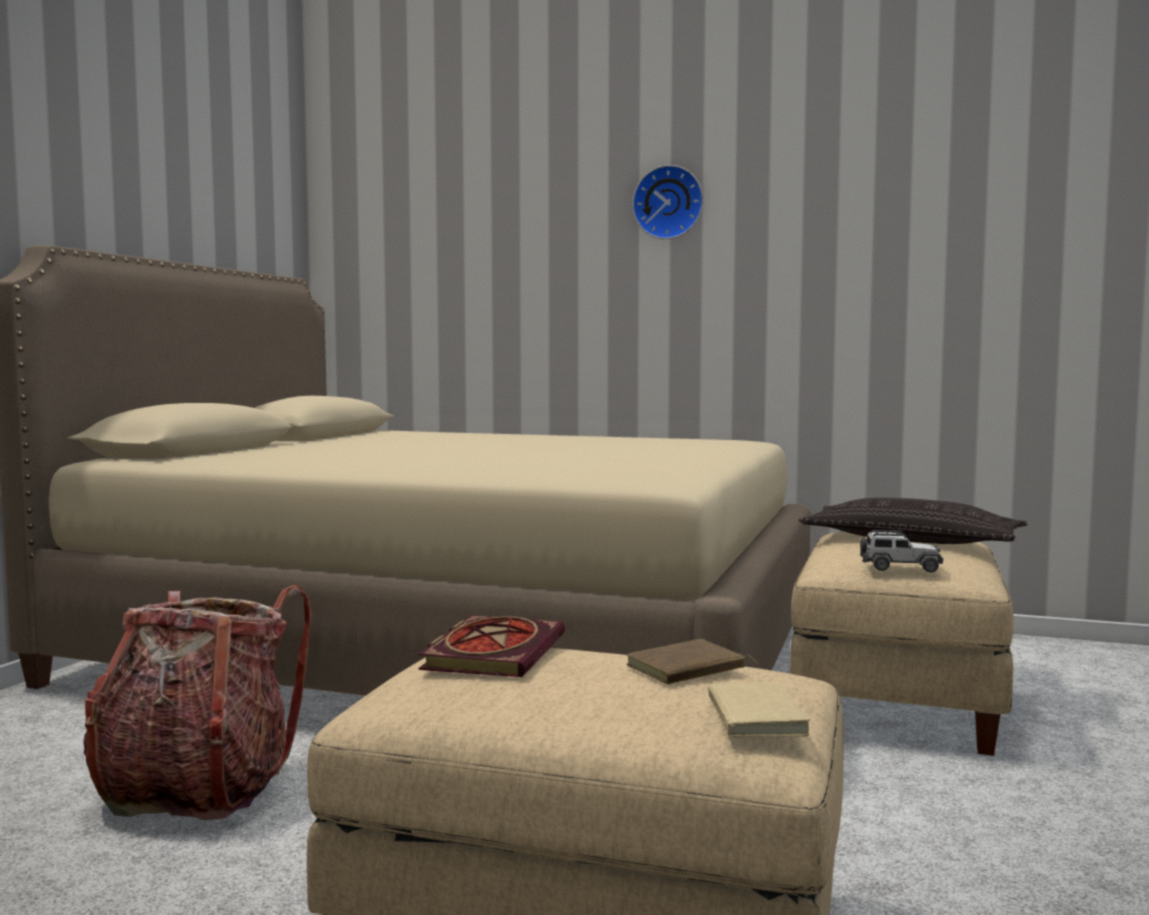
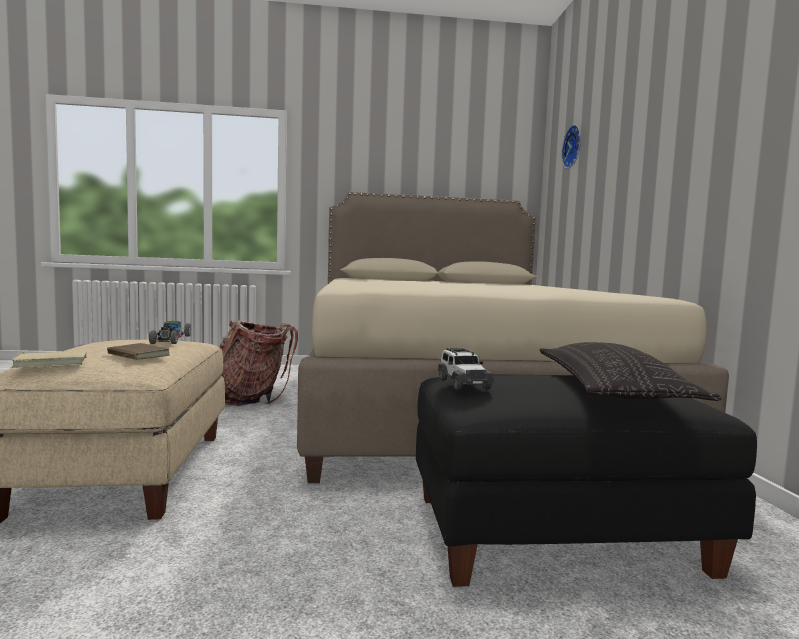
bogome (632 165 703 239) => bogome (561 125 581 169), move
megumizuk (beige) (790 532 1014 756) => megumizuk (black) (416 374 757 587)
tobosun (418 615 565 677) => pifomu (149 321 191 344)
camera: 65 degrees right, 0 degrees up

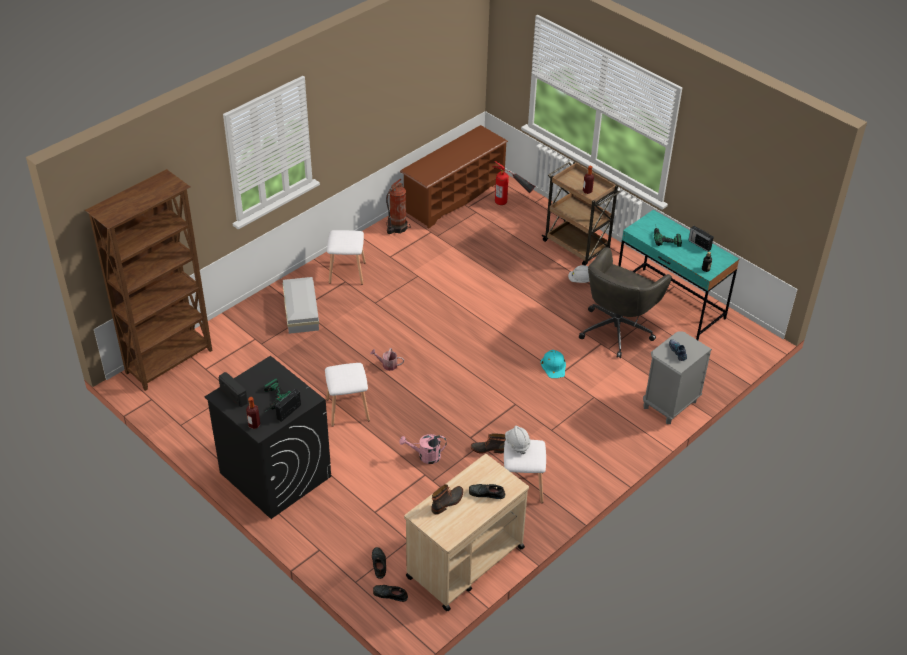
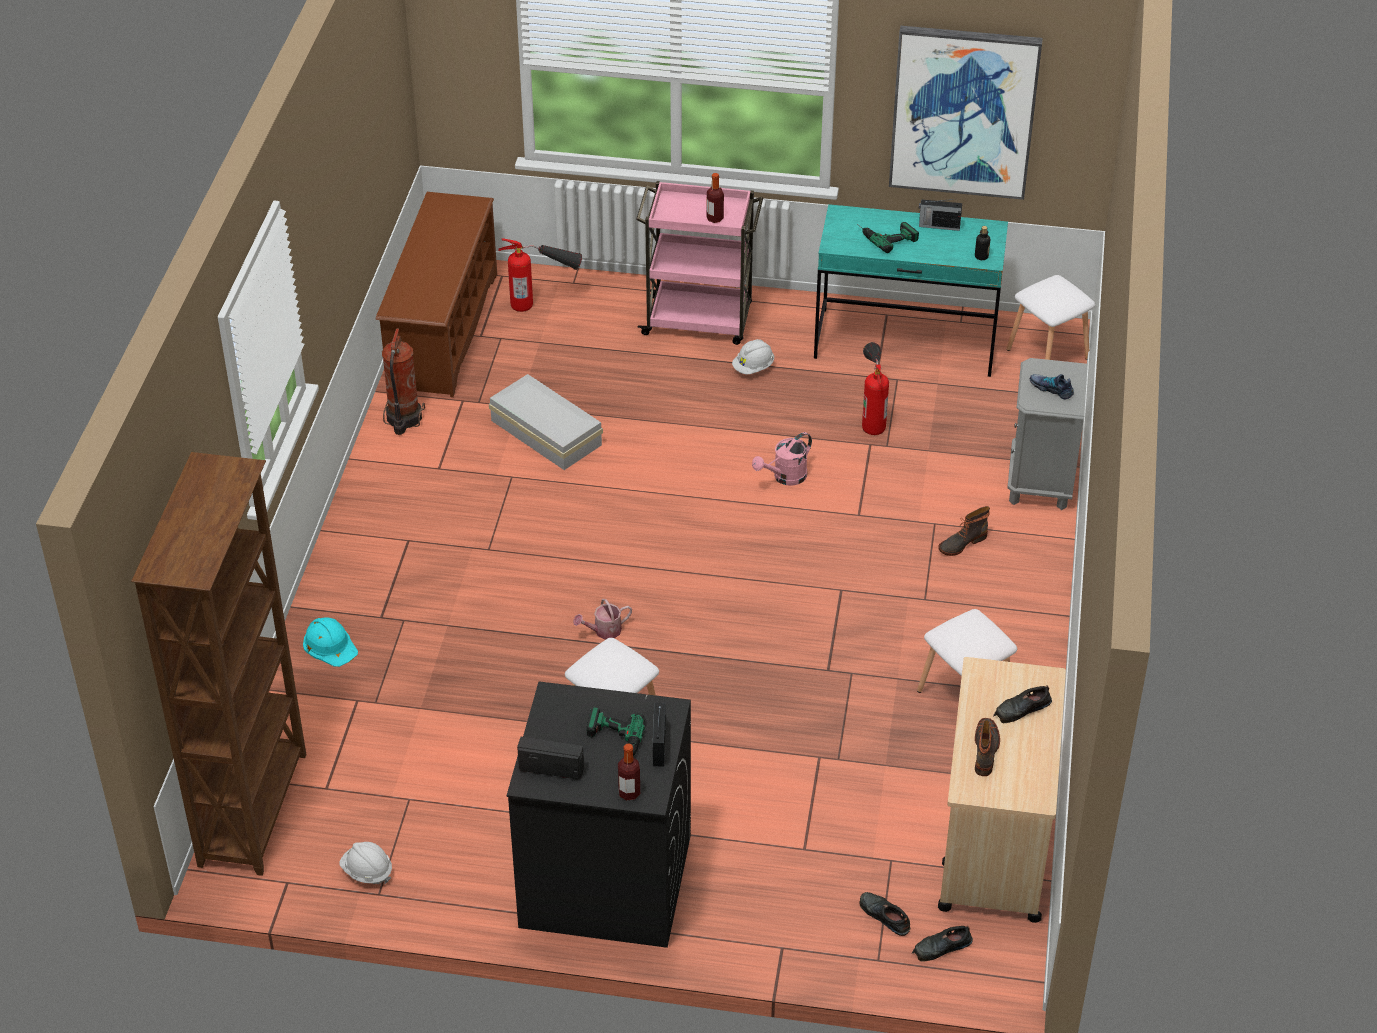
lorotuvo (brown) (541 161 620 266) => lorotuvo (pink) (636 181 763 345)
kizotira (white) (327 230 366 285) => kizotira (white) (1006 275 1095 360), move
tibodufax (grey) (579 247 672 358) => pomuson (862 342 889 435)
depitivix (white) (283 277 319 334) => depitivix (white) (489 374 603 470), move
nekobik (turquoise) (540 350 566 378) => nekobik (turquoise) (303 618 358 667), move
nekobik (white) (505 426 531 454) => nekobik (white) (339 842 392 884), move
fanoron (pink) (399 434 447 464) => fanoron (pink) (752 432 812 486), move
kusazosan (471 434 506 454) => kusazosan (938 506 990 556), move
nothing => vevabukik (889 26 1043 200)
camera: 35 degrees left, 0 degrees up

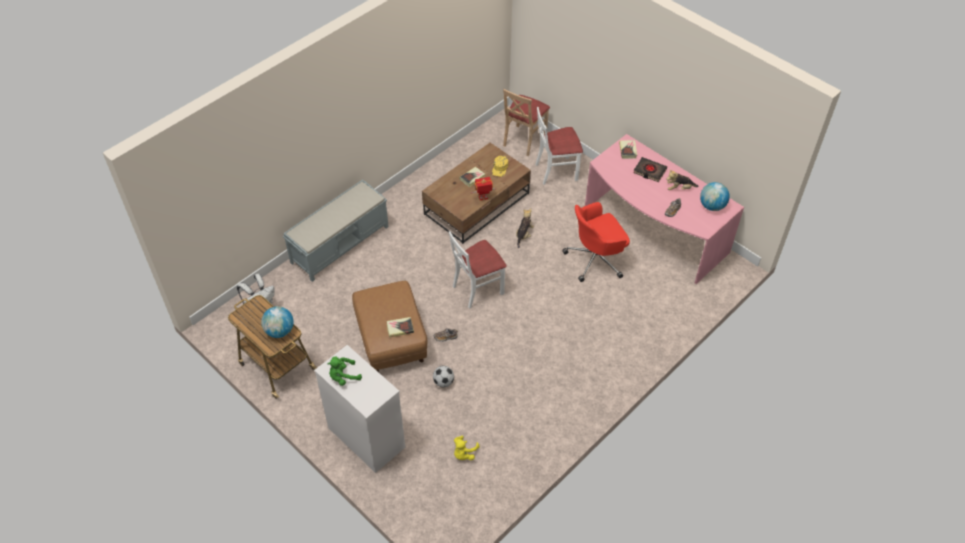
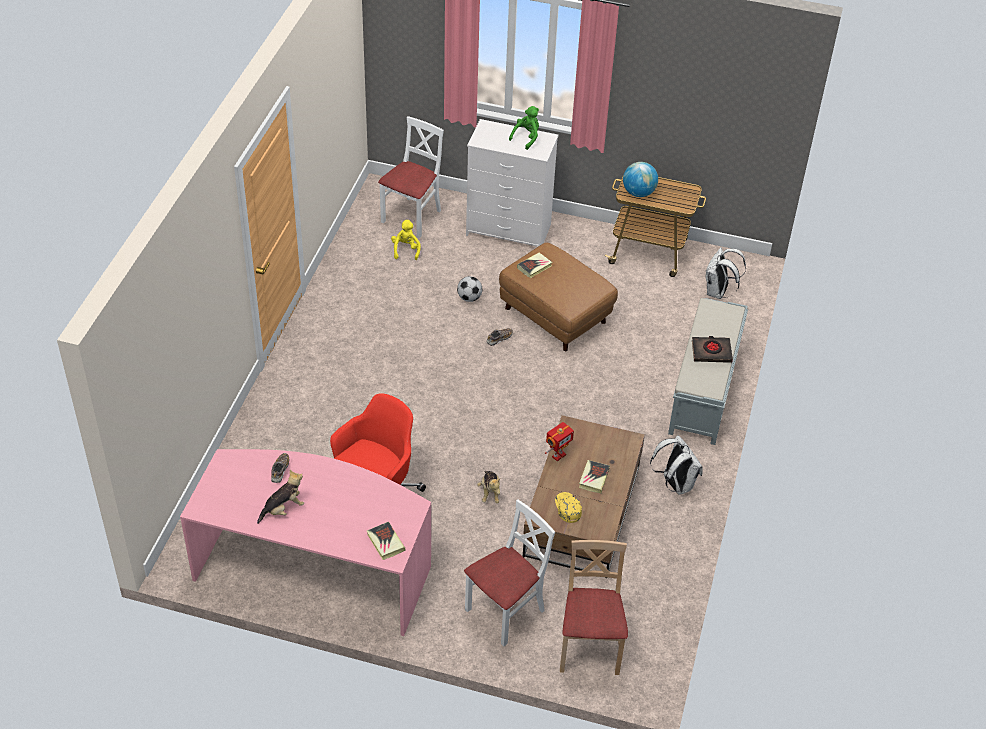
tobosun (black) (633 157 667 182) => tobosun (black) (692 336 733 363), move
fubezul (700 182 730 211) => nothing
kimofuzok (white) (449 231 507 309) => kimofuzok (white) (378 116 444 238), move
nothing => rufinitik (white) (650 435 703 495)
camera: 150 degrees right, 5 degrees down

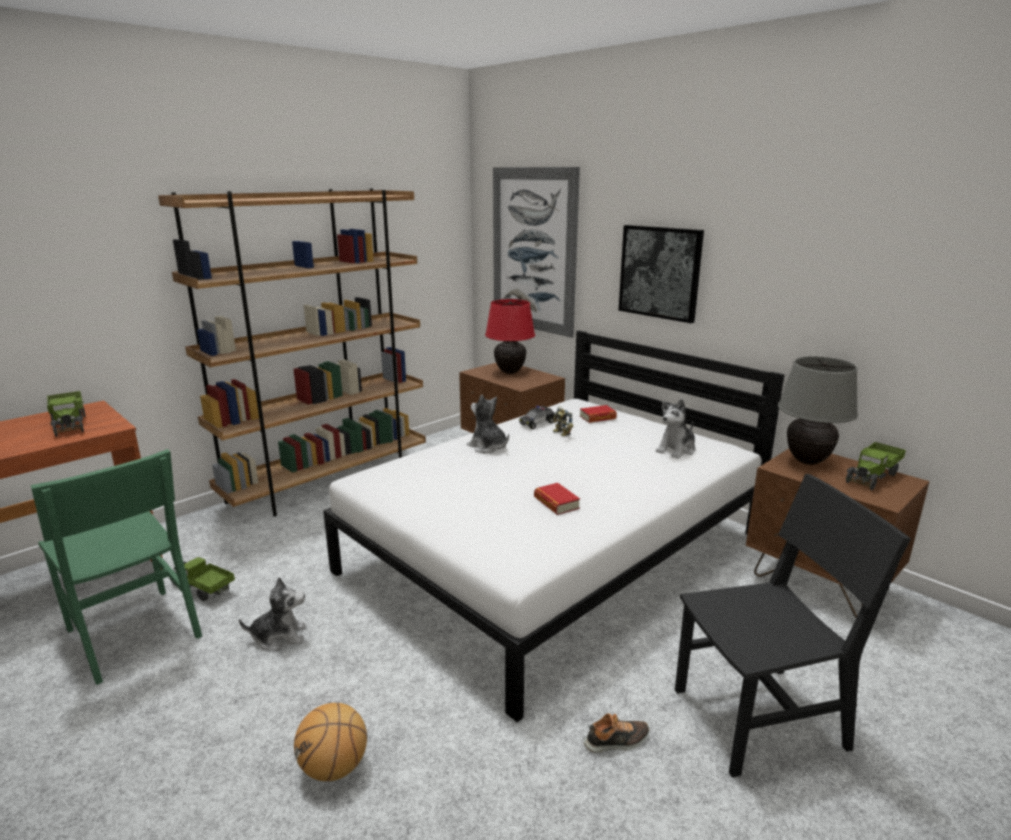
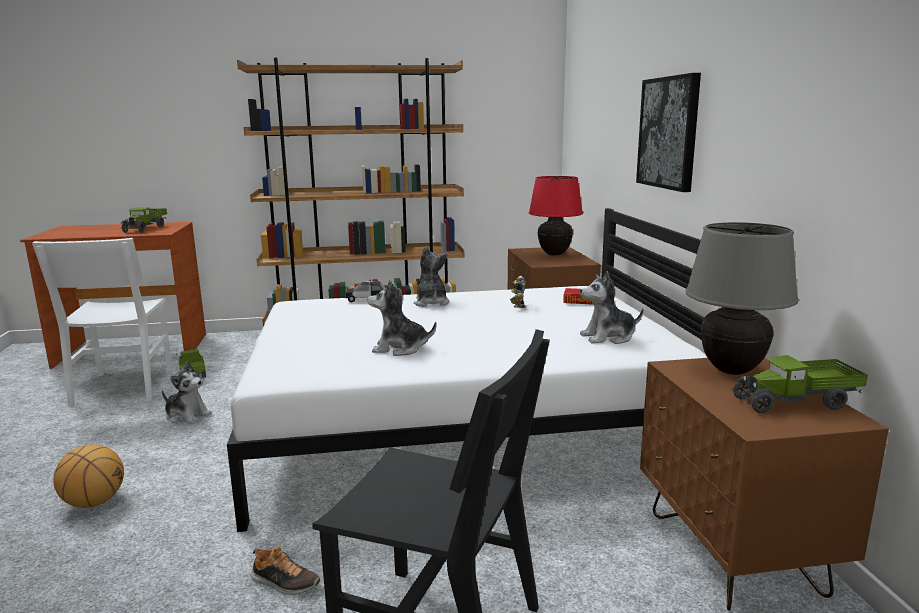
vevabukik (493 167 580 338) => nothing
pifomu (519 406 555 429) => pifomu (345 280 385 302), move
kimofuzok (green) (31 449 202 685) => kimofuzok (white) (32 238 173 407)
tobosun (534 483 580 515) => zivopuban (368 280 436 356)
camera: 35 degrees right, 5 degrees down

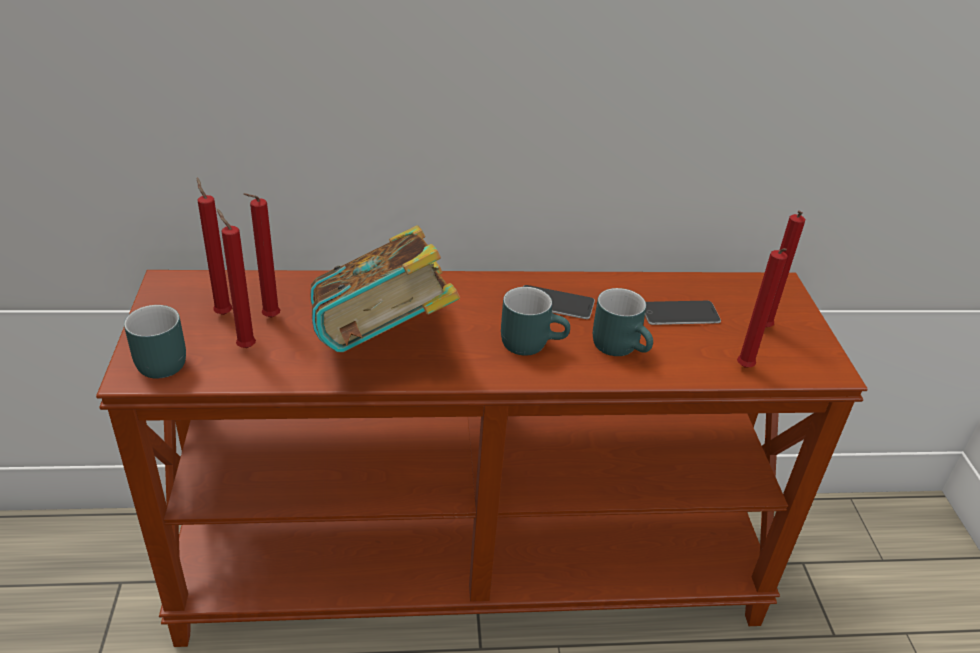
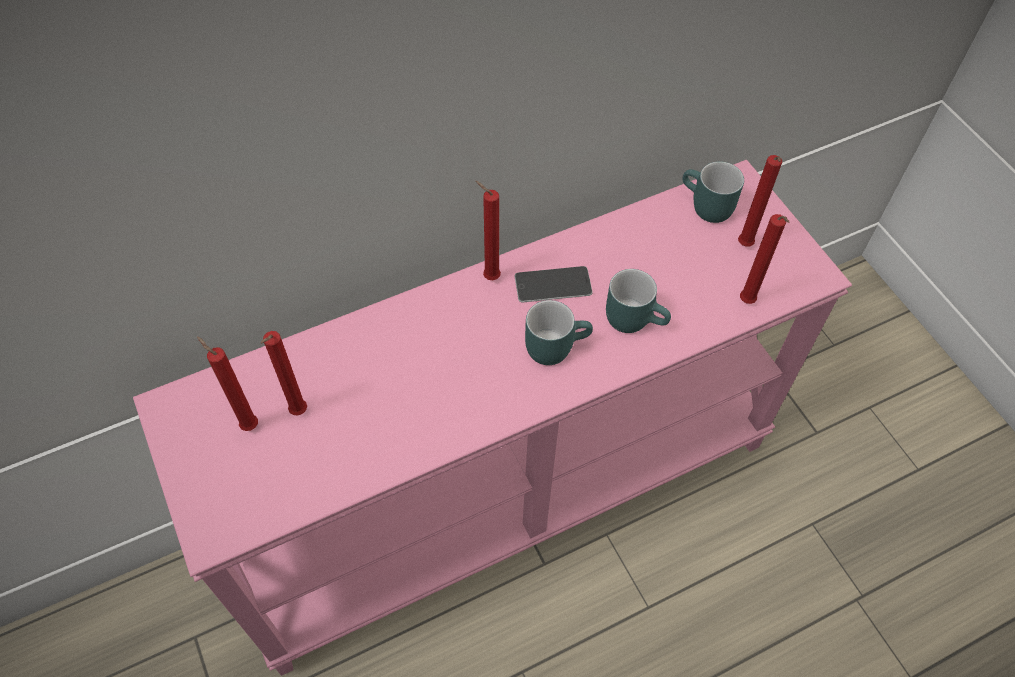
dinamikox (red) (217 209 256 348) => dinamikox (red) (475 181 501 280), move
tobosun (310 225 460 352) => nothing
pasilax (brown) (96 270 868 647) => pasilax (pink) (133 160 852 676)
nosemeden (645 301 721 325) => nothing
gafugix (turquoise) (124 305 186 379) => gafugix (turquoise) (682 161 744 223), move
camera: 20 degrees left, 20 degrees up

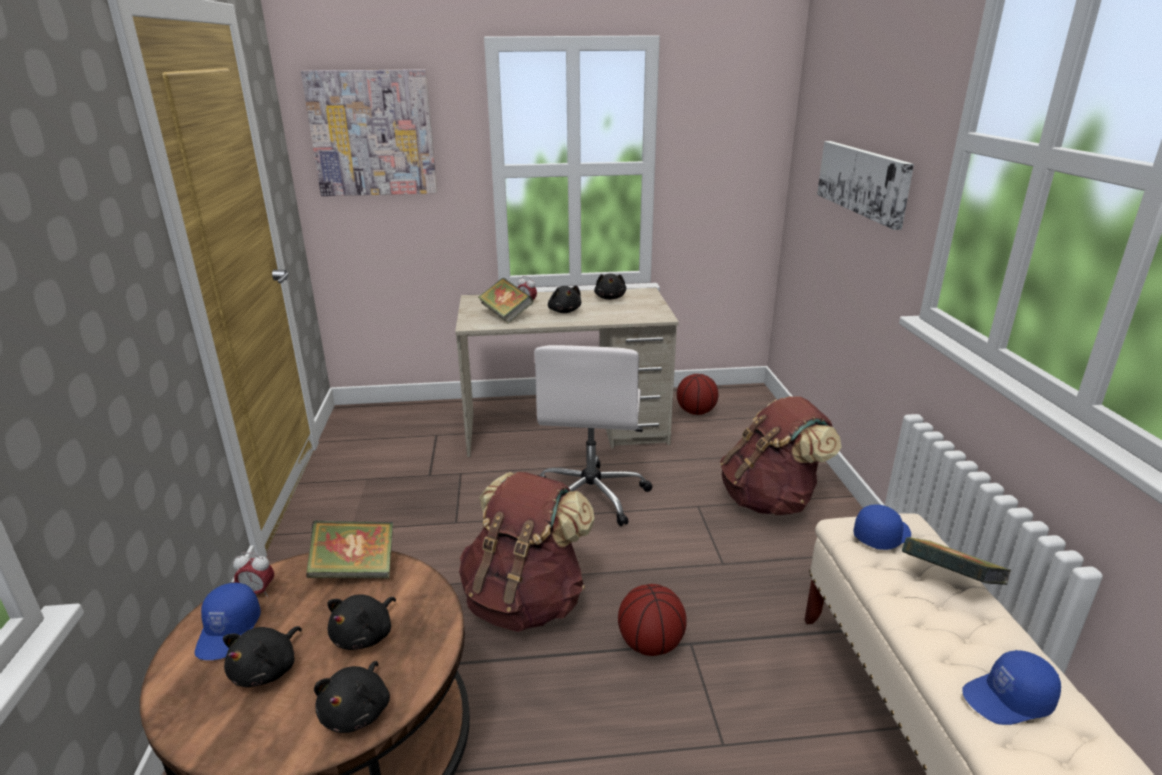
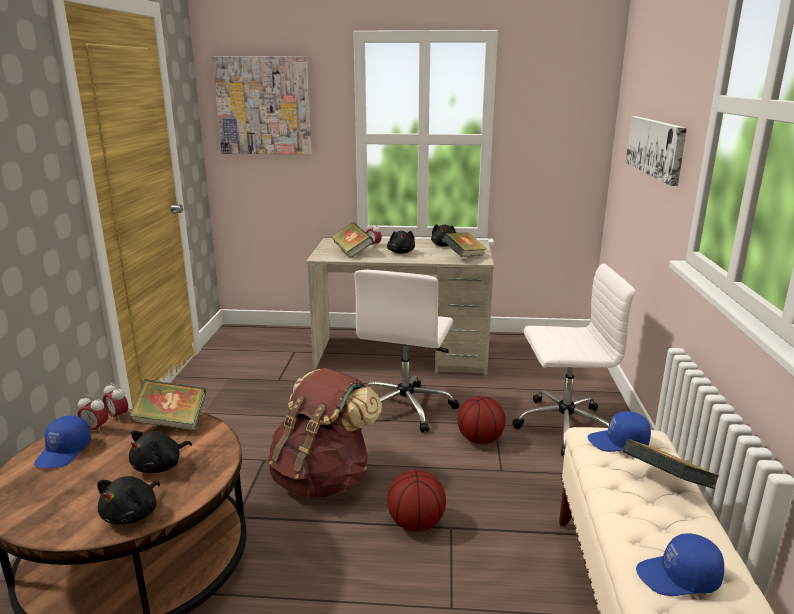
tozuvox (677 374 718 415) => tozuvox (457 396 506 444), move
rufinitik (brown) (720 396 842 515) => tibodufax (white) (512 264 635 456)
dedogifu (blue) (854 504 911 550) => dedogifu (blue) (588 411 651 452), 150 degrees counterclockwise
zivopuban (black) (223 626 302 687) => nothing
nothing => tobosun (441 232 487 257)
nothing => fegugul (103 383 128 422)
camera: 10 degrees right, 5 degrees down

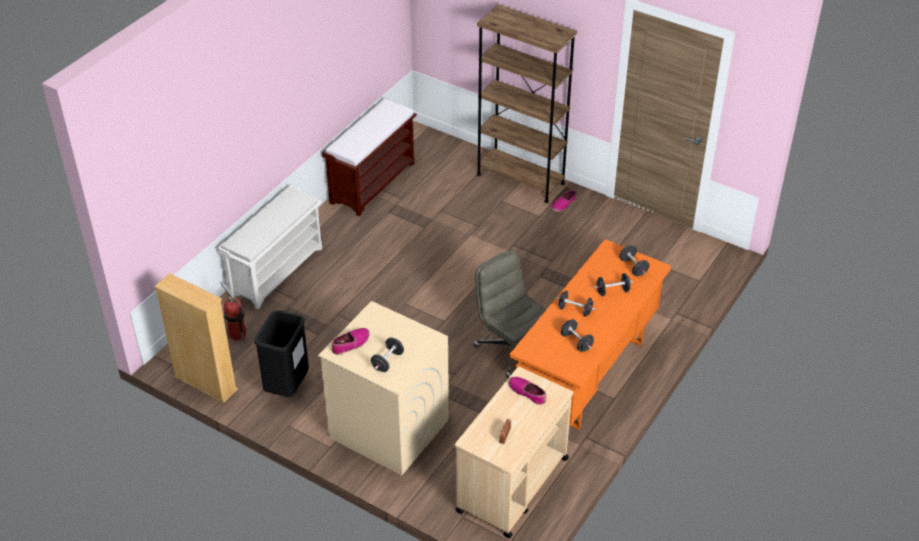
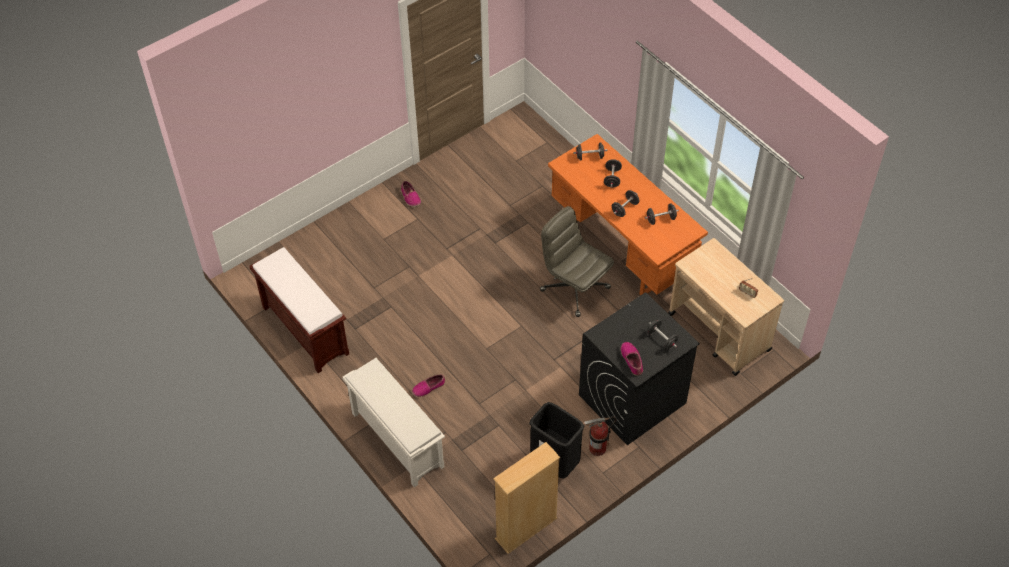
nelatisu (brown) (477 4 577 203) => nothing
tibodufax (grey) (473 250 546 378) => tibodufax (grey) (540 206 614 317), 60 degrees clockwise
pomuson (220 281 246 340) => pomuson (584 417 616 456), move
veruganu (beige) (318 301 449 475) => veruganu (black) (579 292 700 445)
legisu (509 377 546 405) => legisu (412 374 445 397), move
camera: 70 degrees left, 10 degrees up

